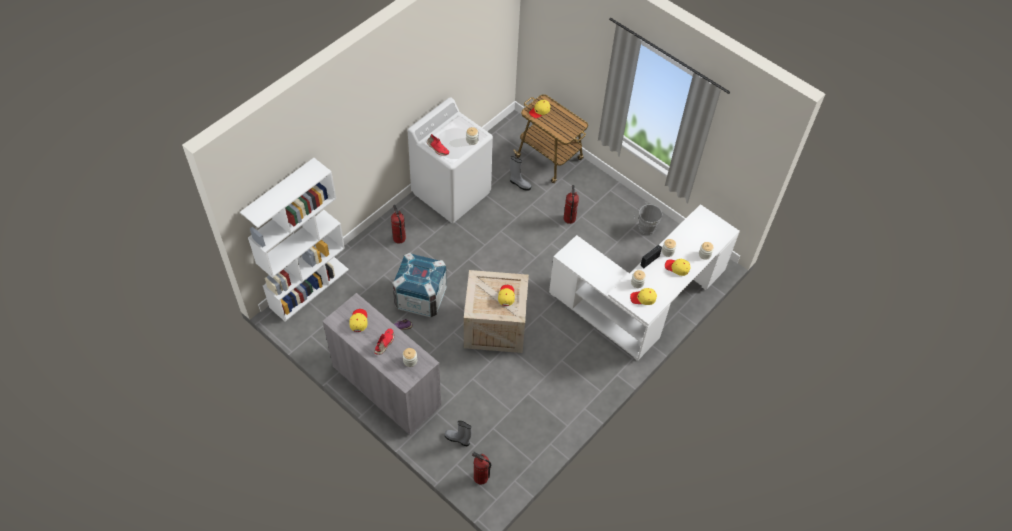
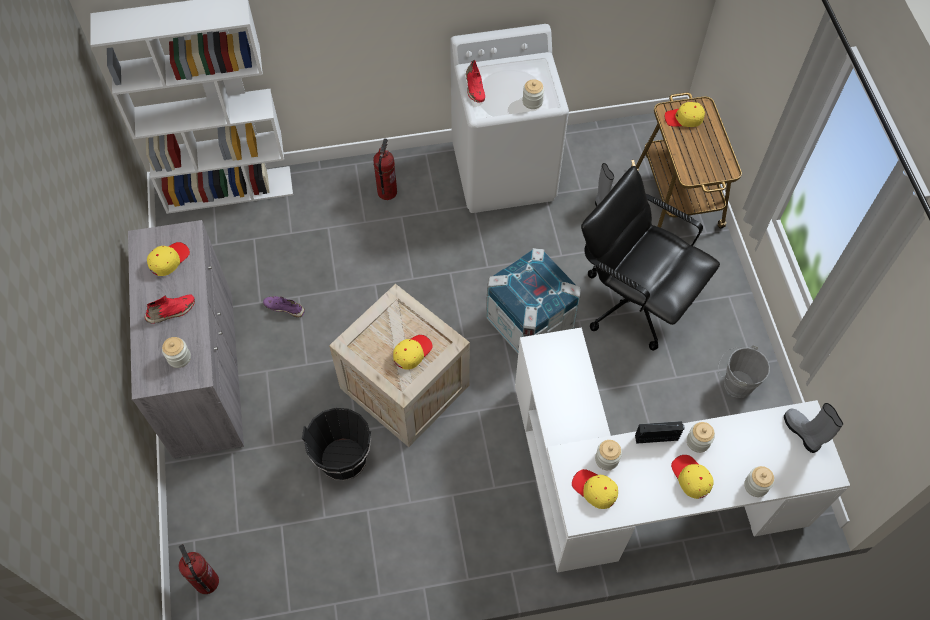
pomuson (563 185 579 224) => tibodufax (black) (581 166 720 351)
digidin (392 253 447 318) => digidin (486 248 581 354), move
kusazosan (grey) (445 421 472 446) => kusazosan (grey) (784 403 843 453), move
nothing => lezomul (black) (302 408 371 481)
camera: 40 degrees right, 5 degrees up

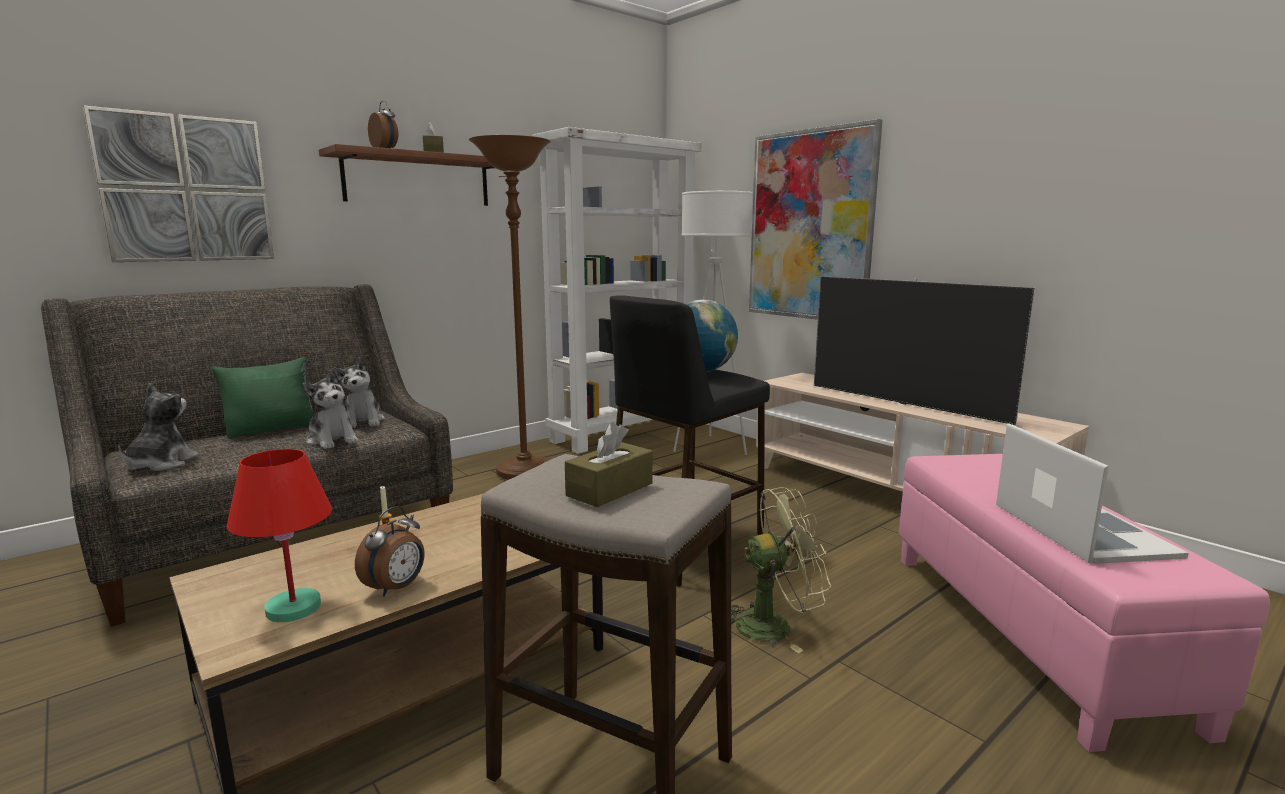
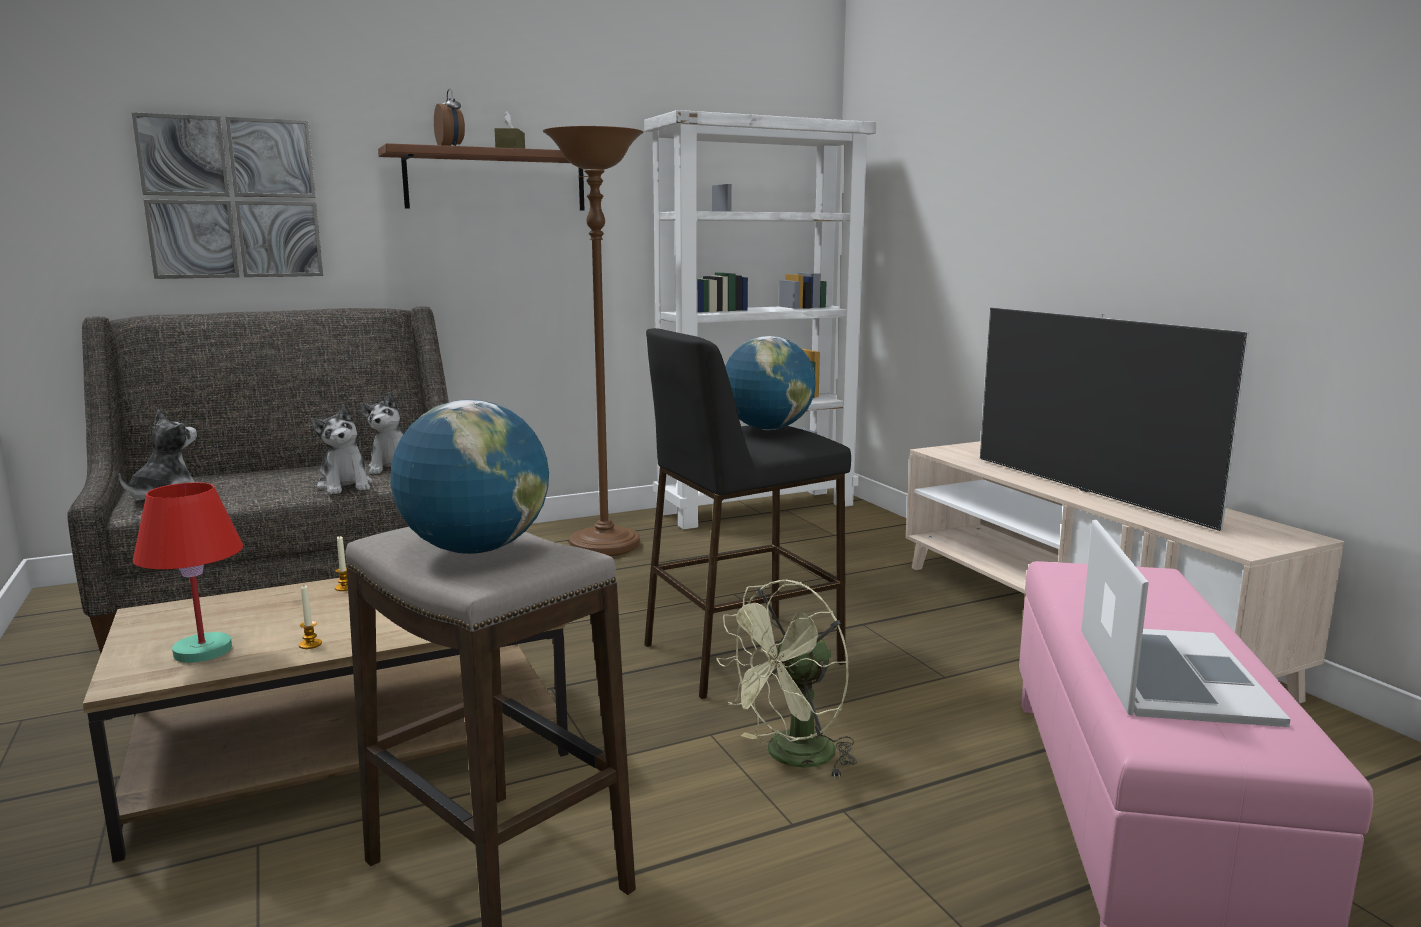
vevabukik (749 119 882 320) => nothing
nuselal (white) (673 191 753 455) => nothing
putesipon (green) (212 357 315 439) => nothing
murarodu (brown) (565 422 653 507) => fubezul (391 399 549 554)
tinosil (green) (731 487 831 653) => tinosil (green) (716 580 857 779), 135 degrees clockwise
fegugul (355 506 425 597) => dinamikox (299 585 322 649)
camera: 15 degrees right, 0 degrees up

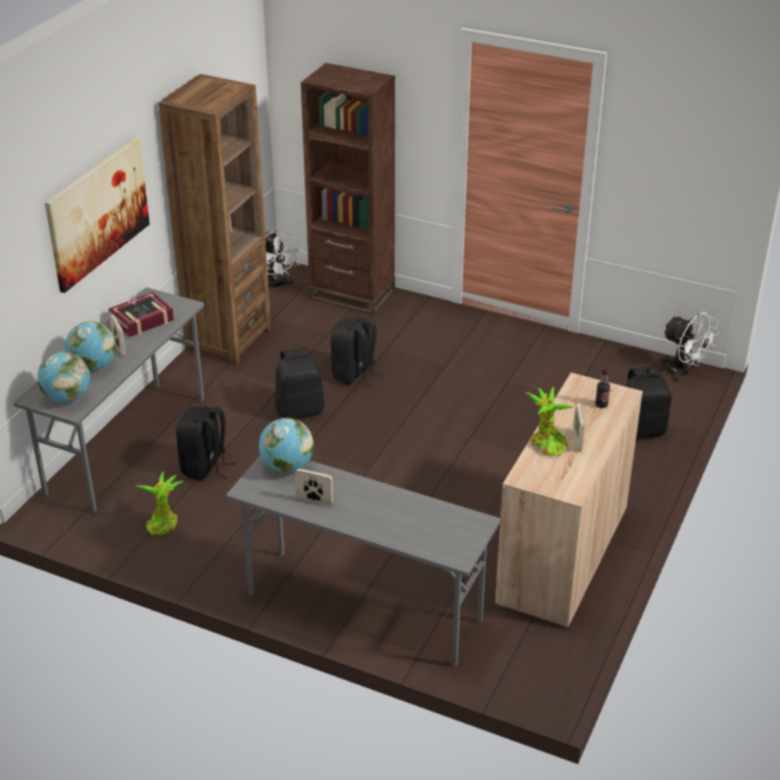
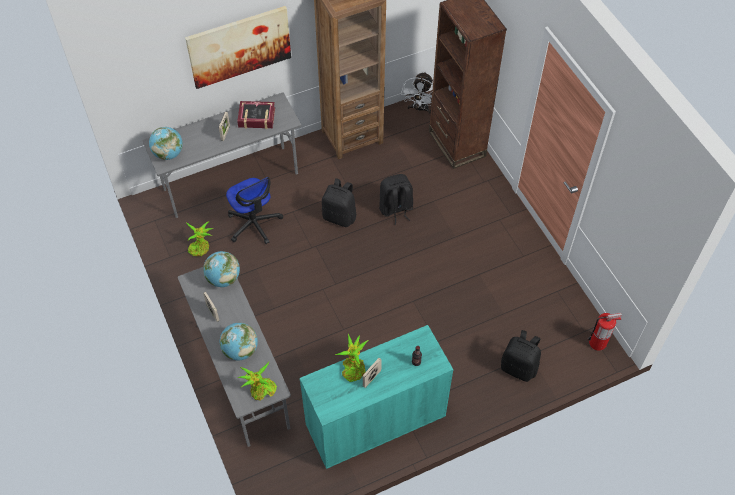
tinosil (white) (660 312 720 382) => pomuson (588 313 622 351)
fubezul (65 321 116 371) => fubezul (220 323 258 360), move
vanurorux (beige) (495 373 643 629) => vanurorux (turquoise) (300 325 453 469)
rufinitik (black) (176 407 236 481) => tibodufax (226 177 283 244)
nothing => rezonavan (238 362 277 401)
camera: 40 degrees right, 20 degrees up

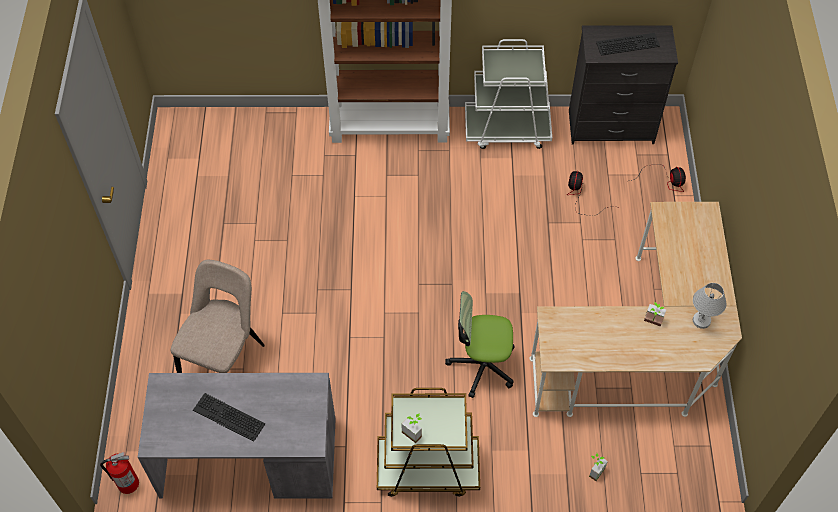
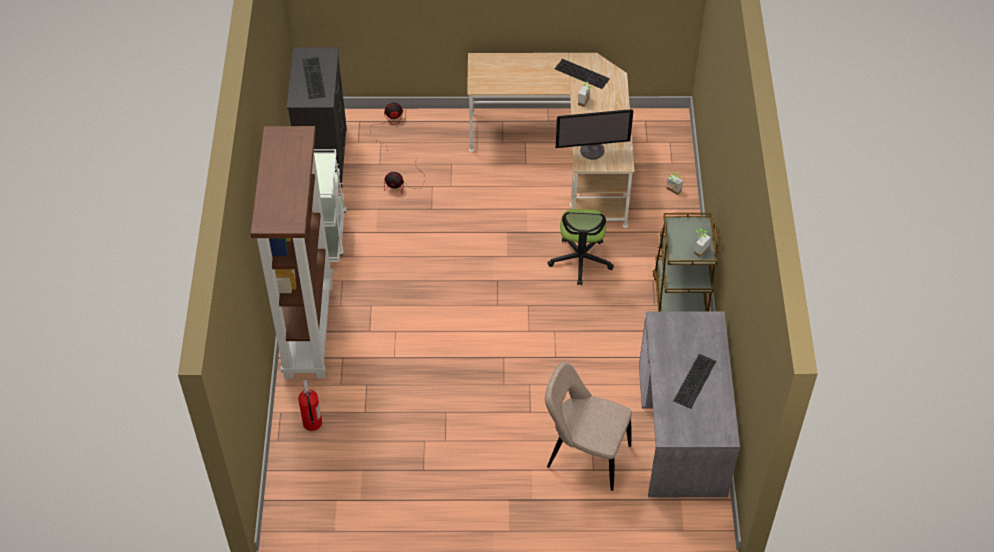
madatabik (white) (693 283 726 329) => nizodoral (554 59 610 89)
pomuson (100 452 139 494) => pomuson (298 379 322 431), move
nothing => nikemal (556 109 633 160)
camera: 90 degrees left, 5 degrees down

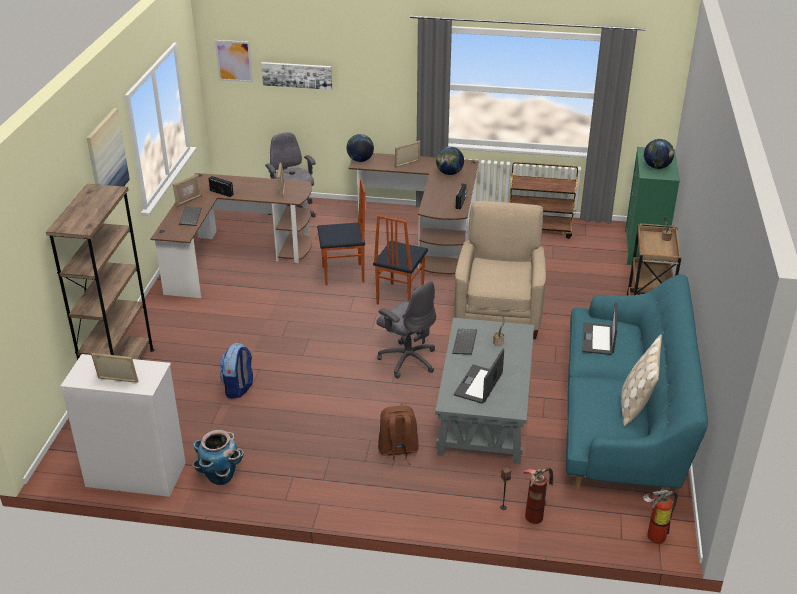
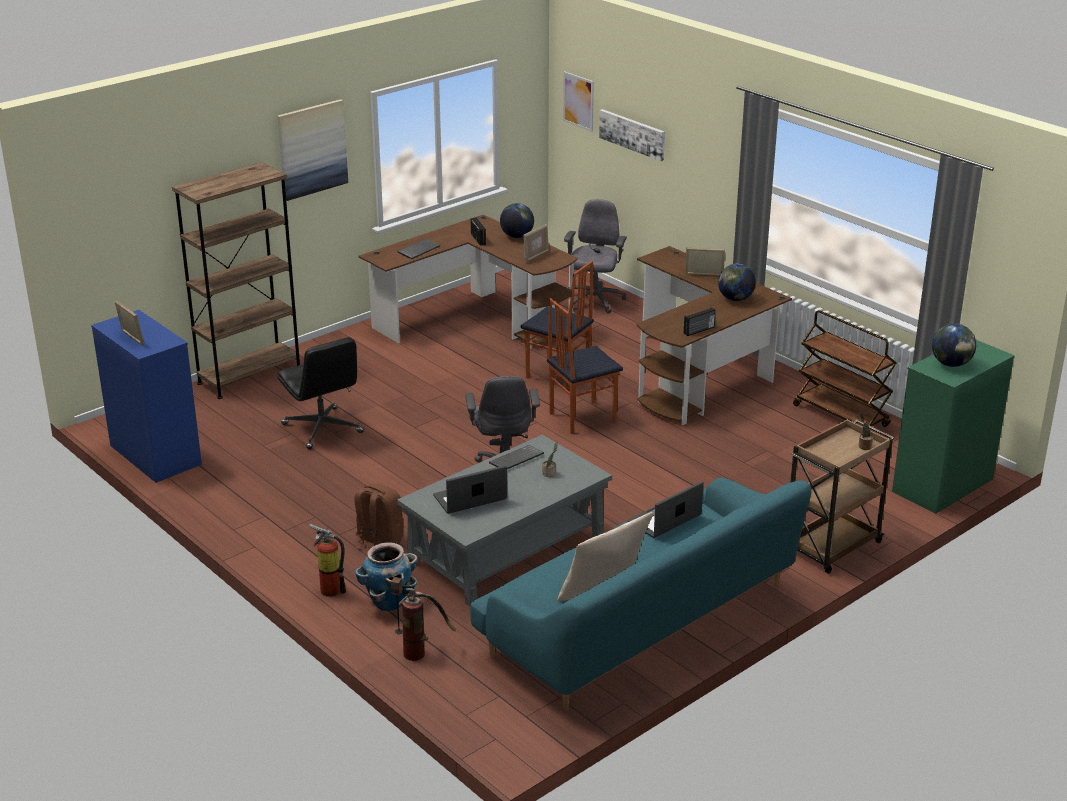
fubezul (347 134 374 162) => fubezul (500 203 534 238), move
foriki (173 174 202 207) => nothing
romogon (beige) (454 201 546 339) => nothing
rufinitik (220 343 253 398) => tibodufax (black) (277 337 364 449)
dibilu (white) (60 354 186 497) => dibilu (blue) (91 310 202 483)
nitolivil (192 430 244 485) => nitolivil (355 542 417 611), move
pomuson (643 487 678 544) => pomuson (309 524 346 597), move
camera: 40 degrees right, 5 degrees down

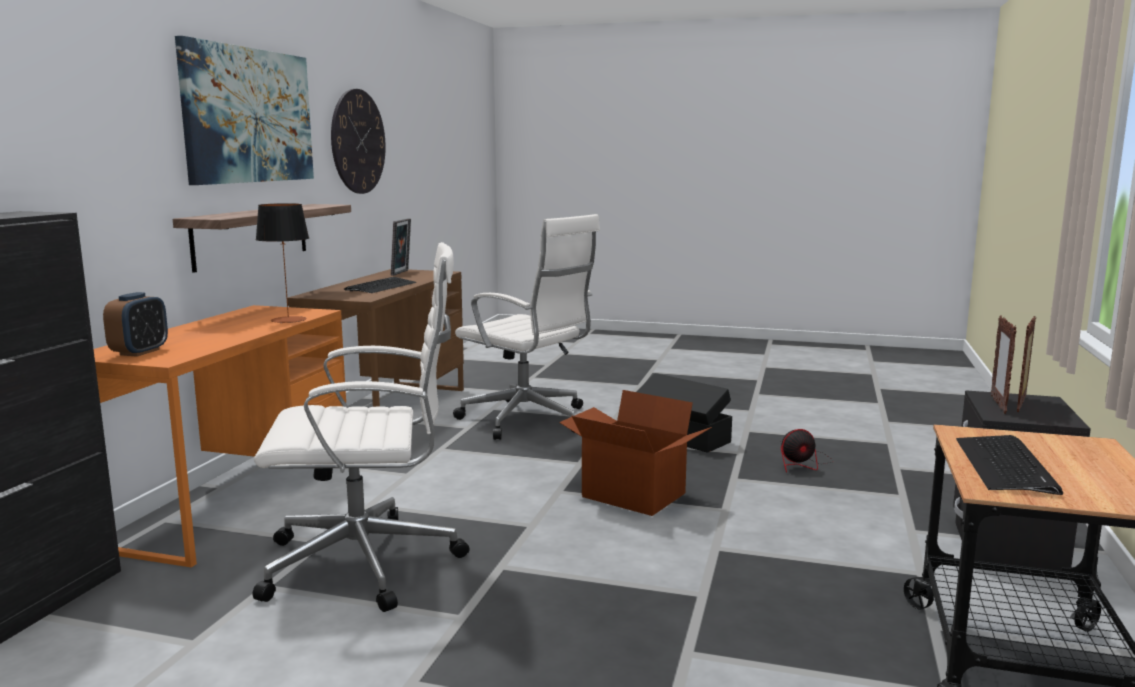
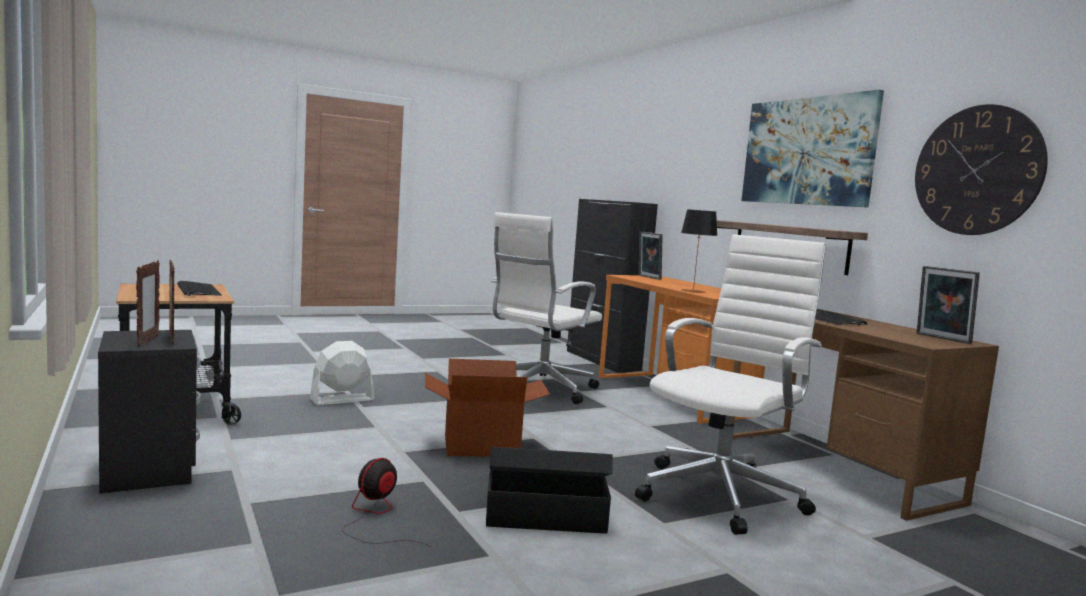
tibodufax (white) (453 214 600 440) => tibodufax (white) (635 234 826 535), 135 degrees clockwise
fegugul (103 292 168 357) => foriki (639 232 662 280)
nothing => tinosil (white) (310 341 375 405)
camera: 135 degrees right, 5 degrees down

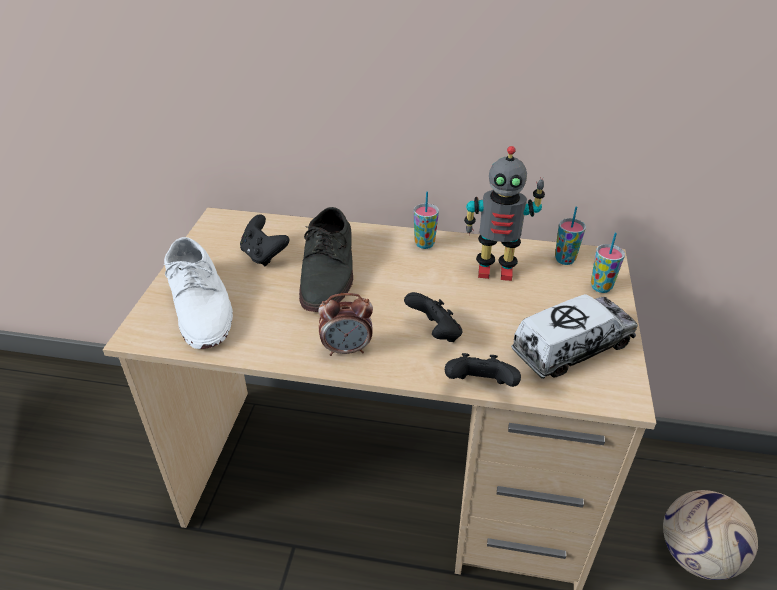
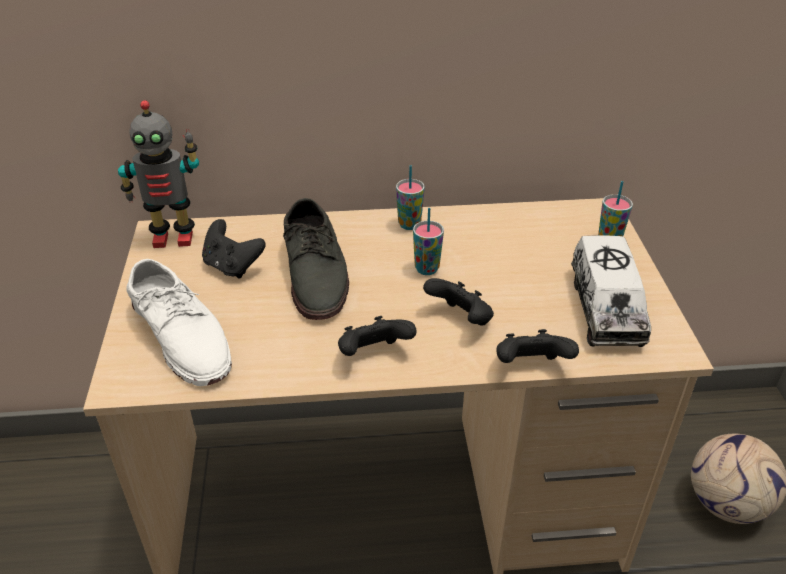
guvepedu (464 146 545 281) => guvepedu (118 101 199 248), move
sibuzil (555 206 586 265) => sibuzil (413 208 444 275), move
fegugul (318 293 373 356) => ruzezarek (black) (338 316 417 356)
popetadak (511 294 638 379) => popetadak (571 235 651 347), 135 degrees clockwise
camera: 15 degrees left, 0 degrees up

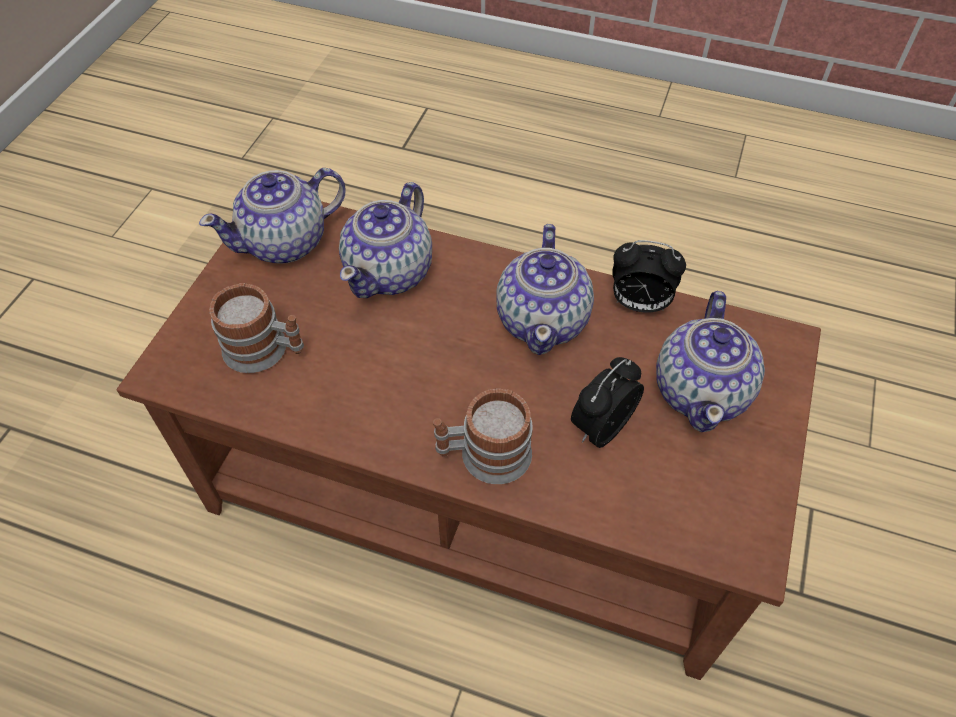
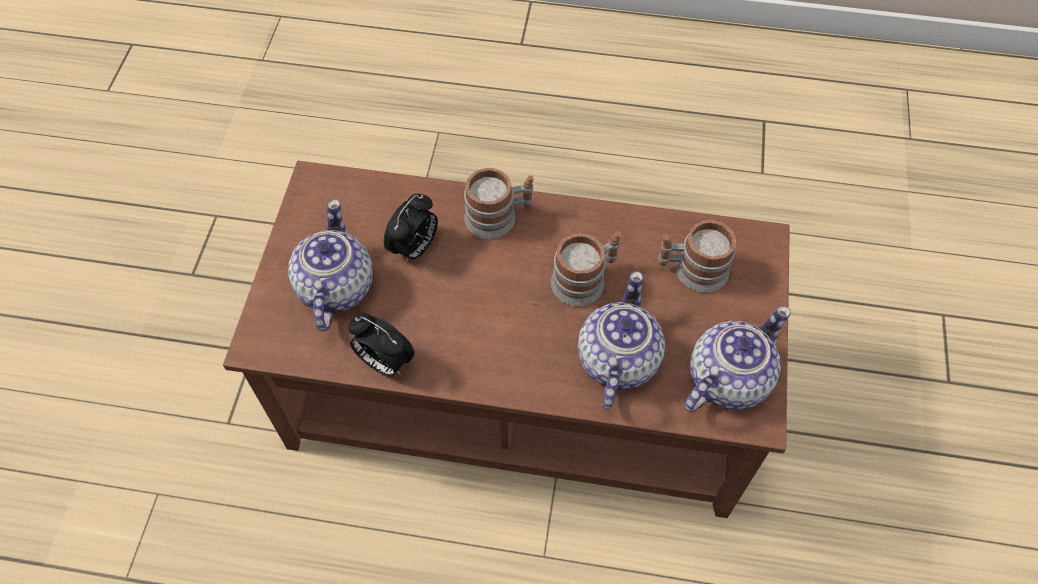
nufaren (496 224 594 355) => nothing
fegugul (612 240 686 313) => fegugul (348 313 415 377), 150 degrees counterclockwise
nothing => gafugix (551 232 621 306)
camera: 170 degrees right, 5 degrees up

